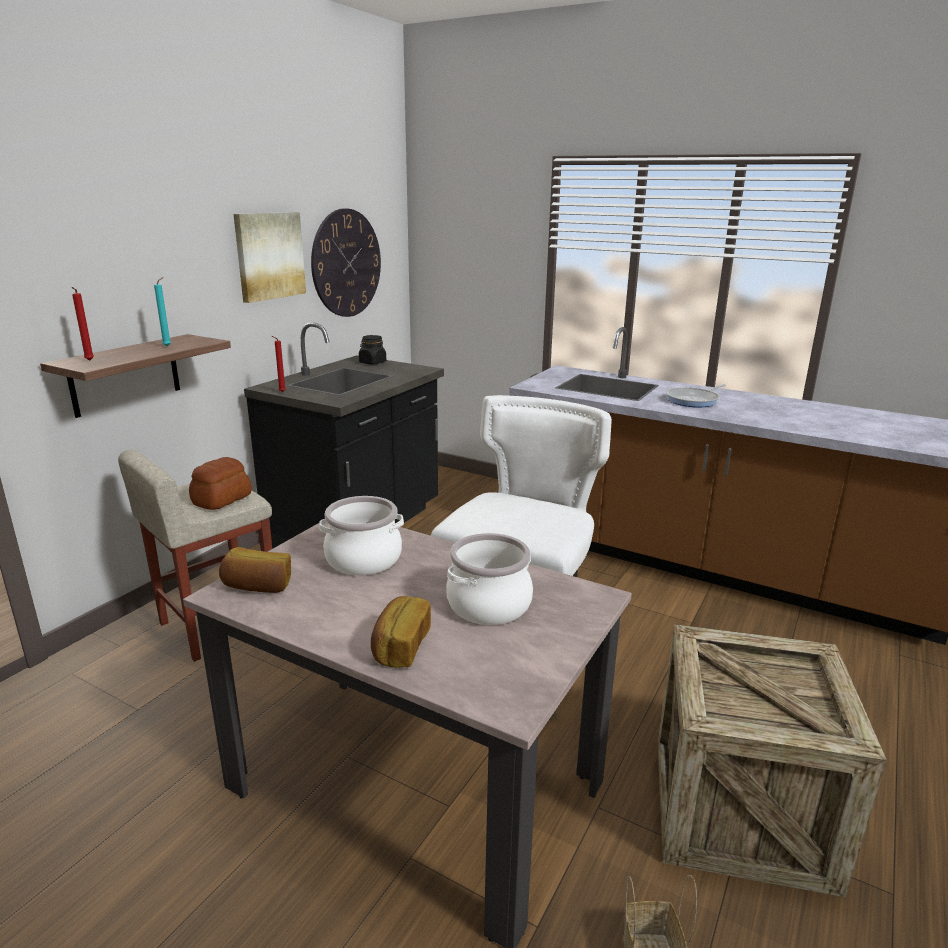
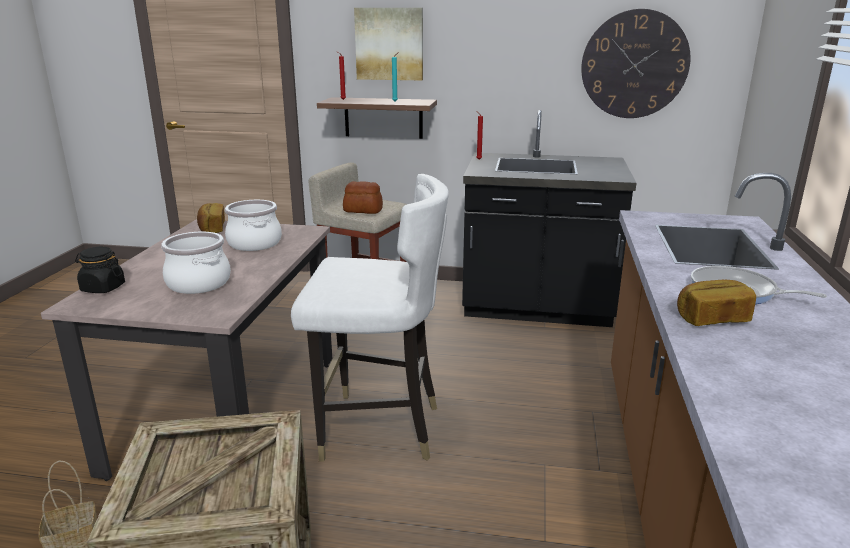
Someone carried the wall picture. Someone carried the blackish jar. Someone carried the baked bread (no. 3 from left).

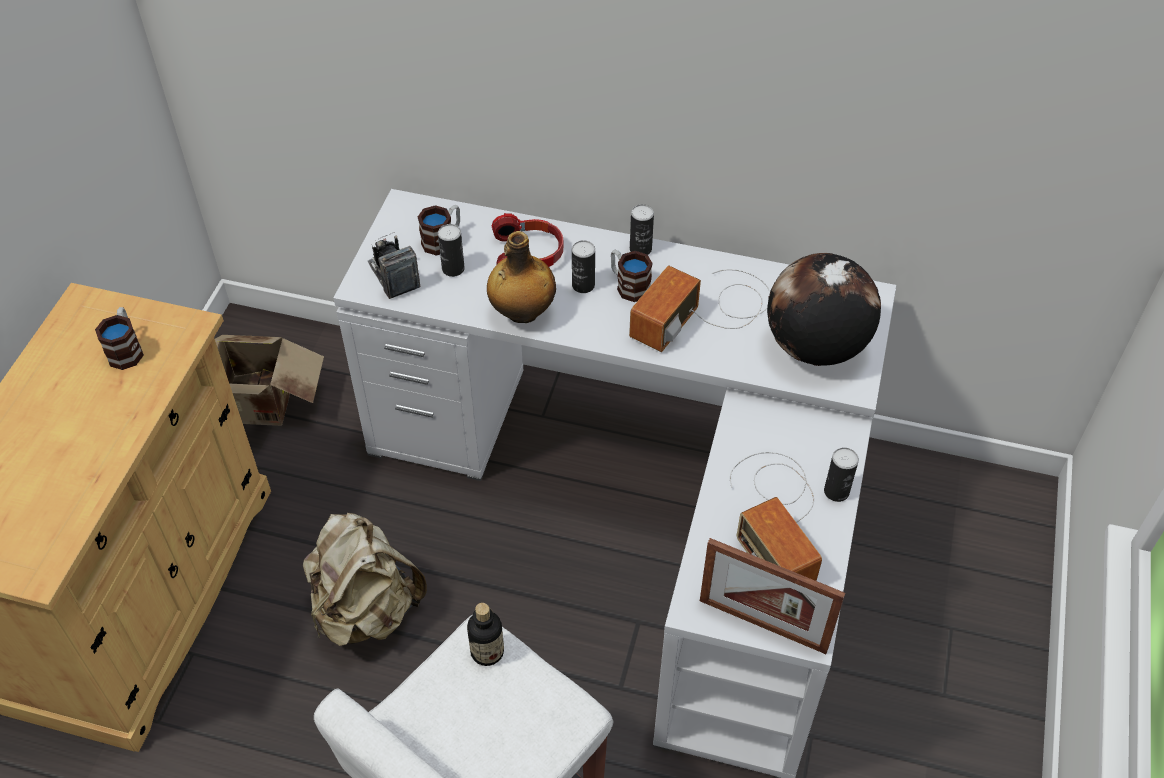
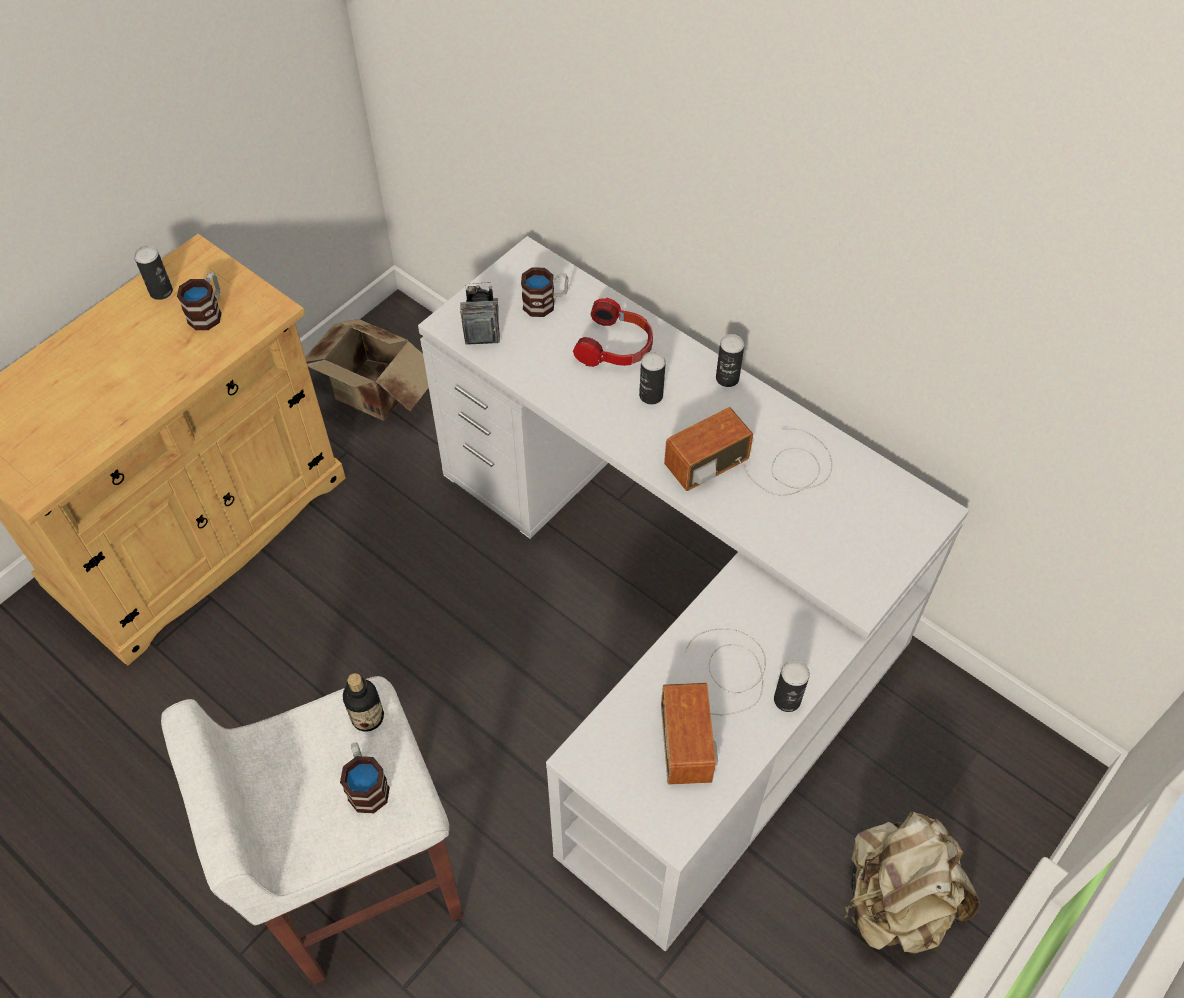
Someone carried the beige backpack. Someone carried the can (no. 1 from left). Someone took away the beverage bottle (no. 2 from left). Someone carried the tea mug (no. 3 from left in the first image). Someone took away the photo frame. Someone took away the globe.

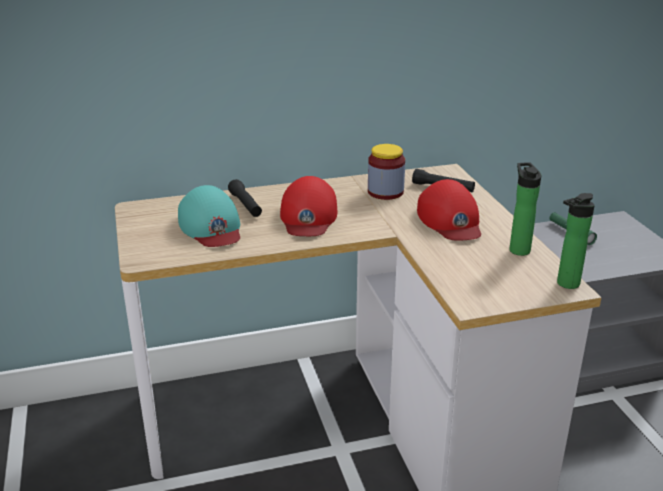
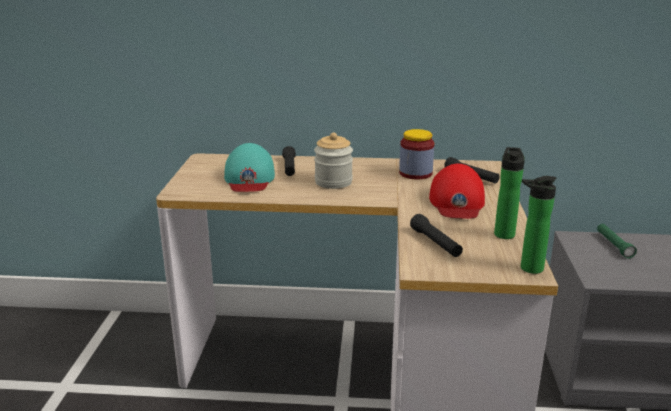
Someone swapped the red peaked cap (no. 1 from left) for the jar (no. 1 from left). Someone put down the blackish flashlight (no. 2 from left).

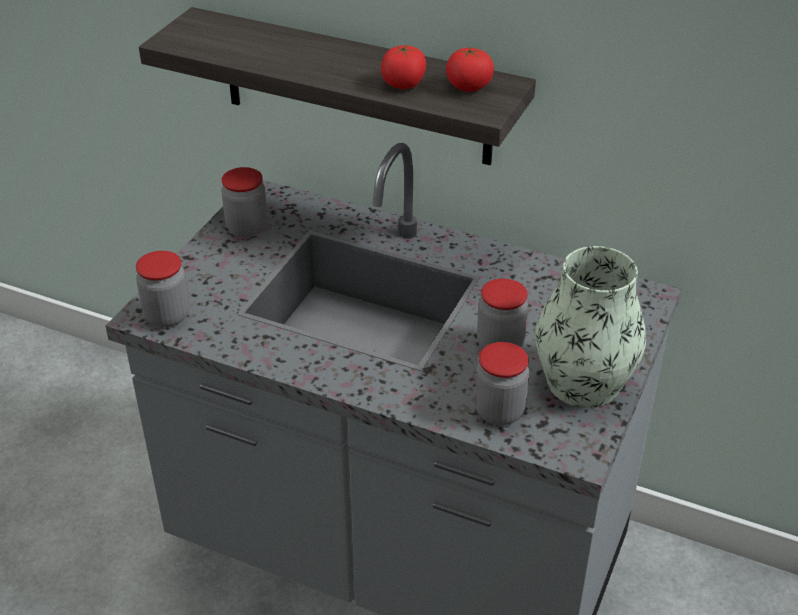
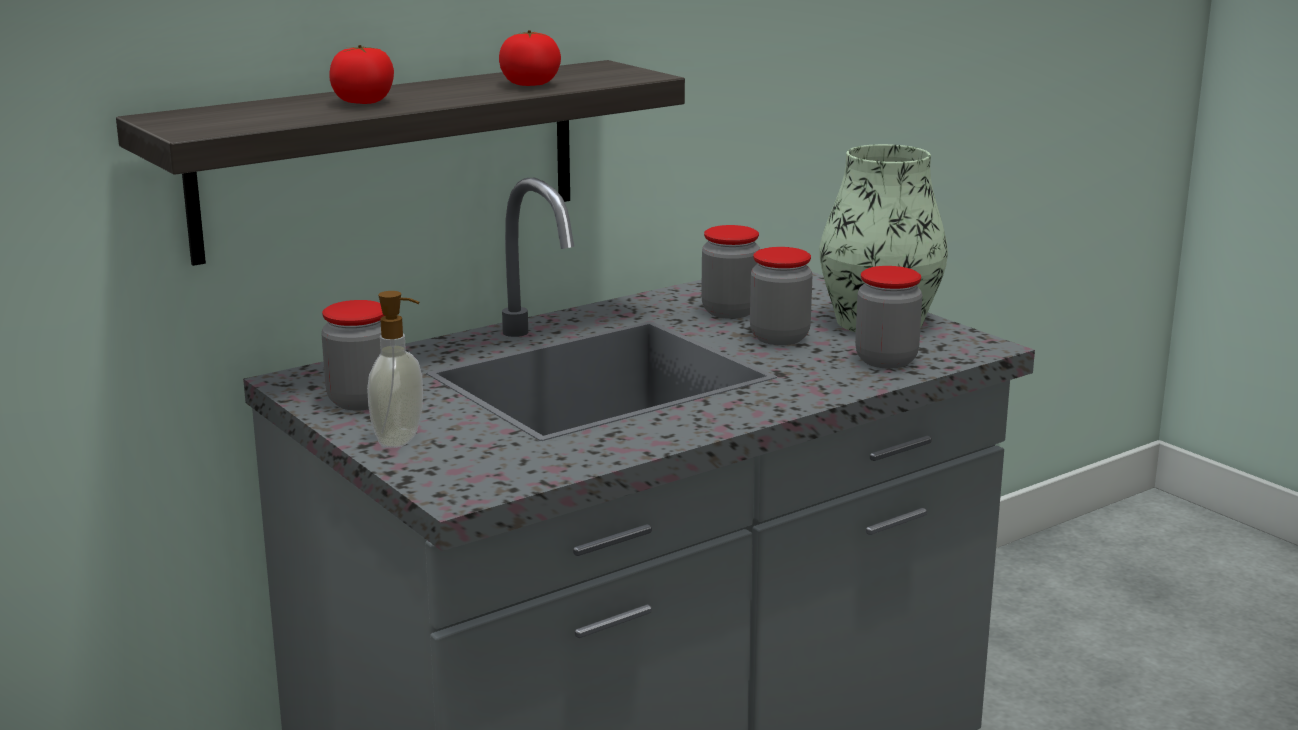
Someone carried the jar (no. 1 from left in the first image). Someone carried the tomato (no. 2 from left in the first image). Someone put down the soap bottle.

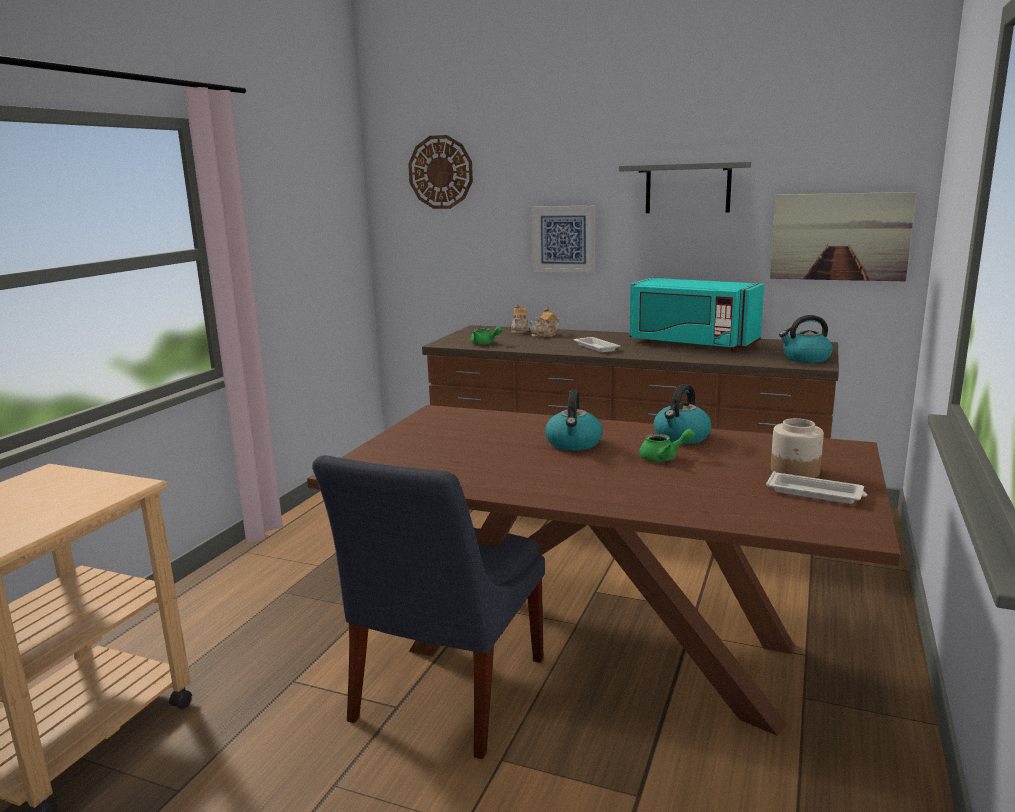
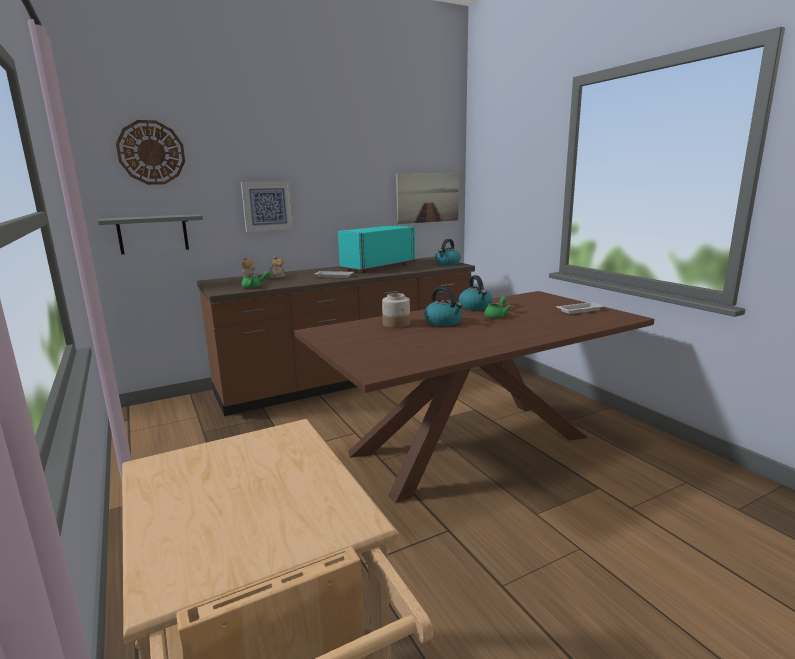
Someone took away the blue-coloured chair. Someone carried the greyish bracket shelf. Someone rotated the turquoise microwave by 150 degrees clockwise. Someone carried the jar.

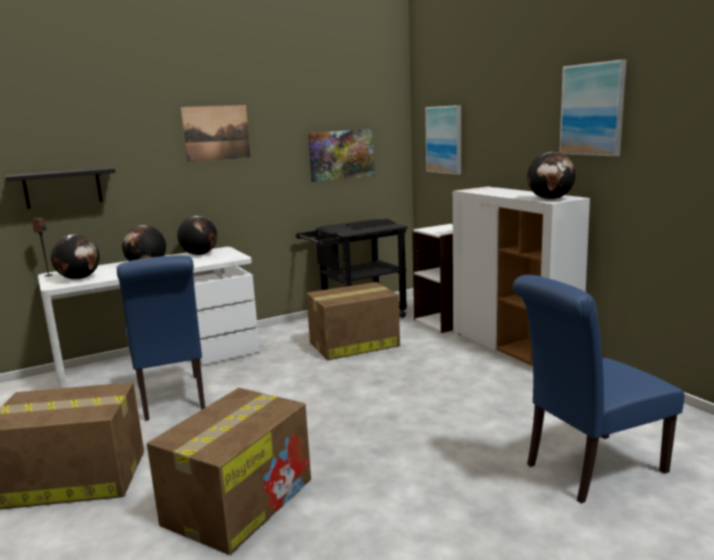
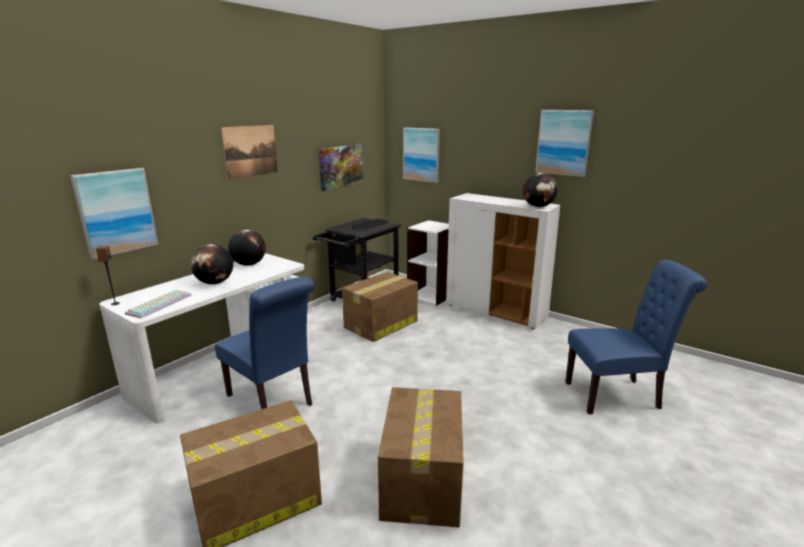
Someone swapped the blackish bracket shelf for the wall picture (no. 1 from left). Someone swapped the globe (no. 1 from left) for the keyboard (no. 1 from left). Someone rotated the blue-coloured chair (no. 2 from left) by 135 degrees counterclockwise.

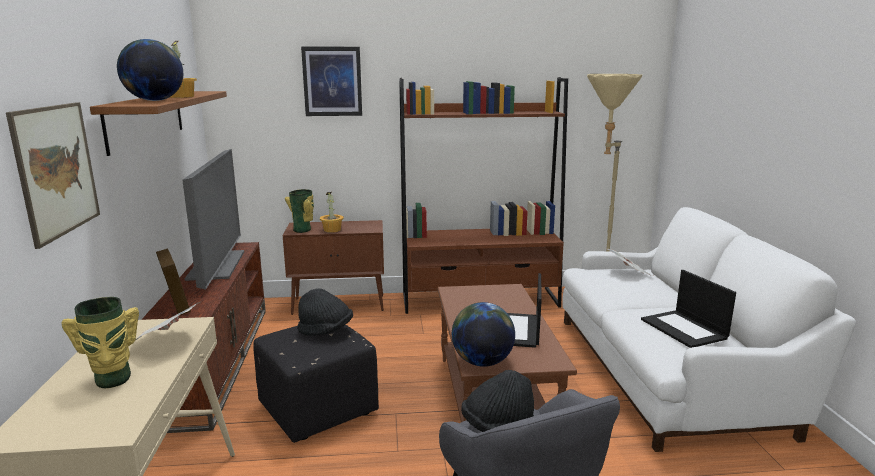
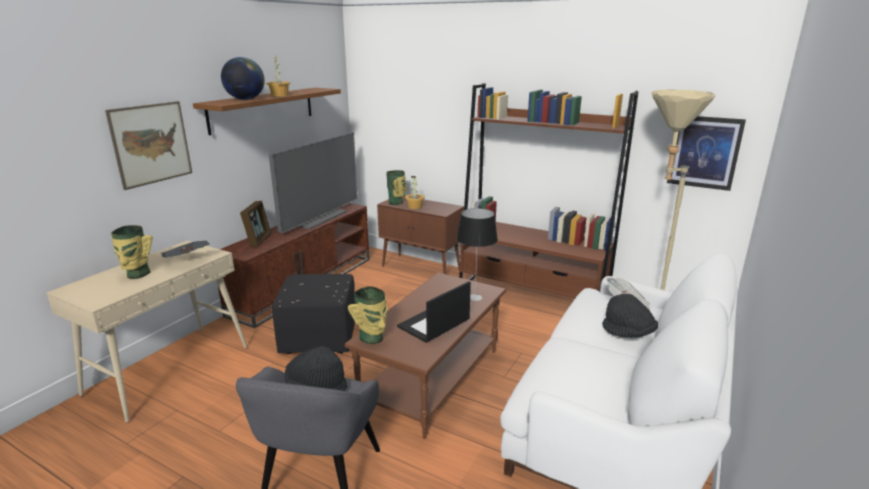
Someone carried the blackish clothing hat (no. 1 from left in the first image). Someone carried the wall picture (no. 2 from left). Someone swapped the globe (no. 2 from left) for the decorative vase (no. 2 from left). Someone took away the notebook computer (no. 2 from left). Someone put down the tabletop lamp.

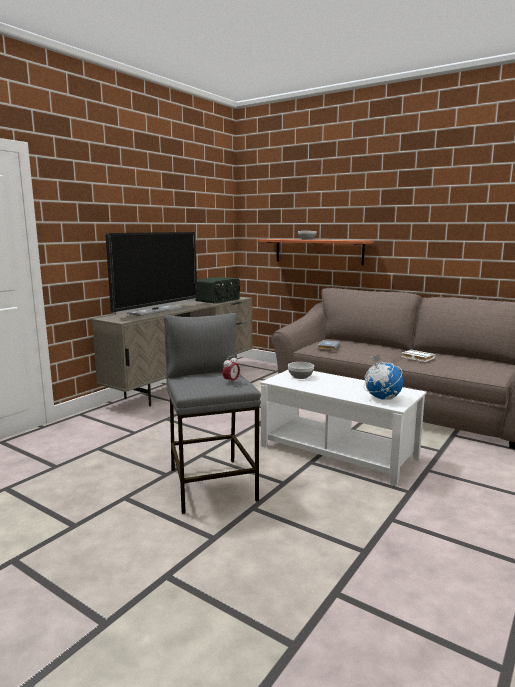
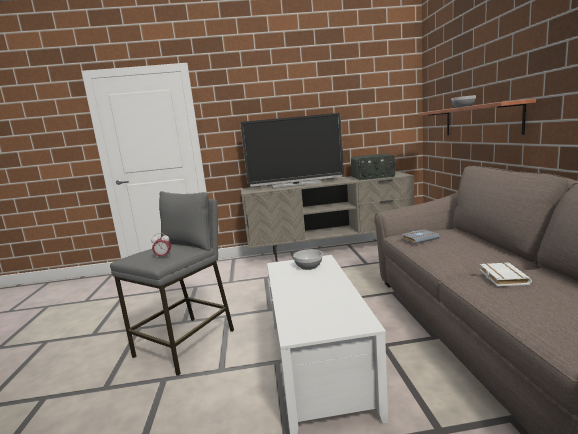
Someone took away the globe.

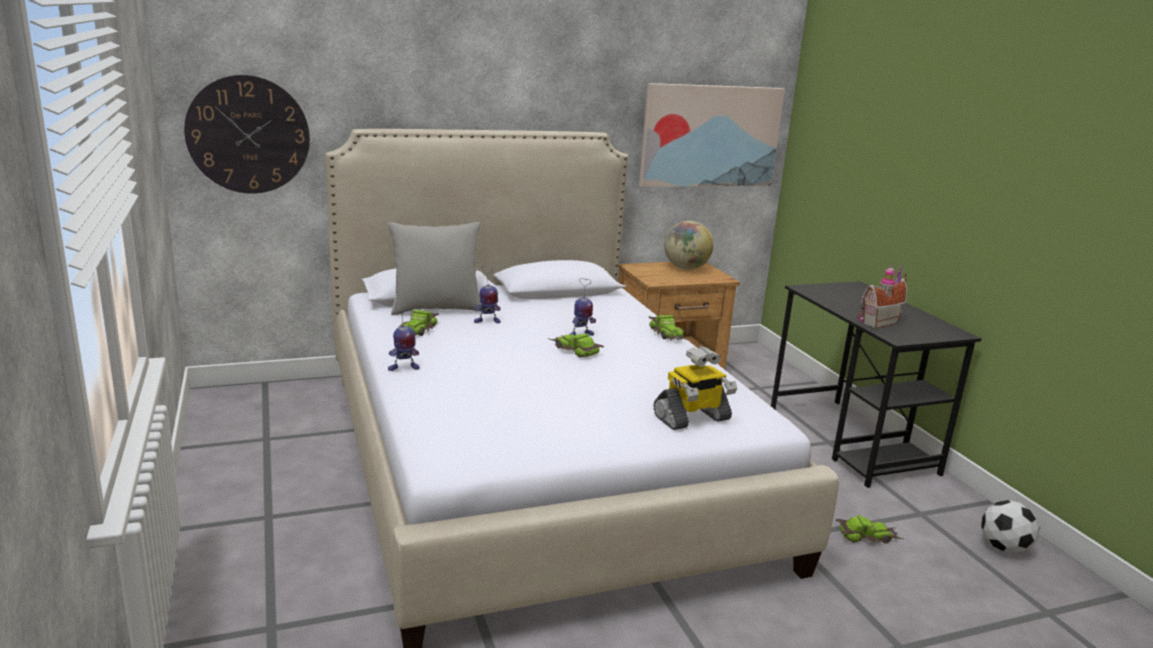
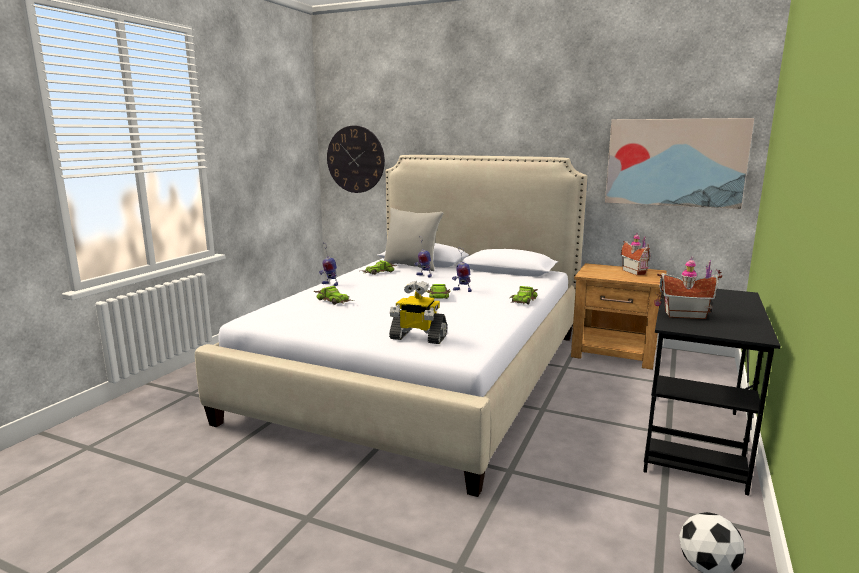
Someone swapped the globe for the miniature house (no. 1 from left). Someone carried the model car (no. 4 from left in the first image).

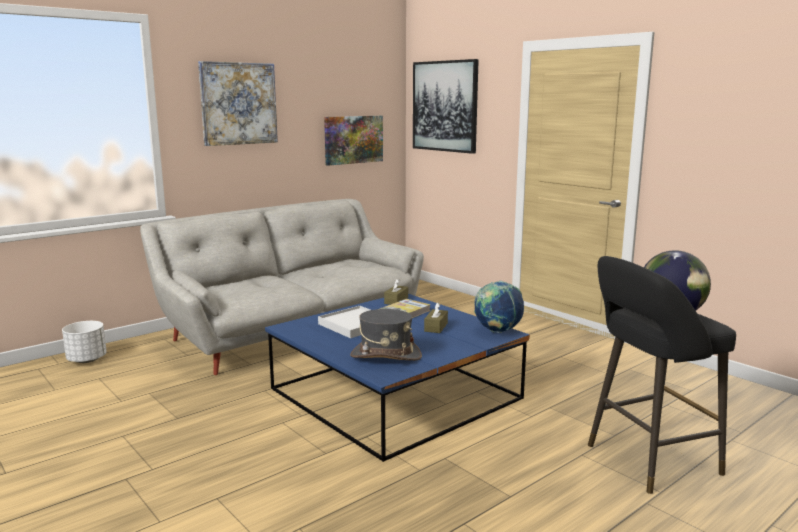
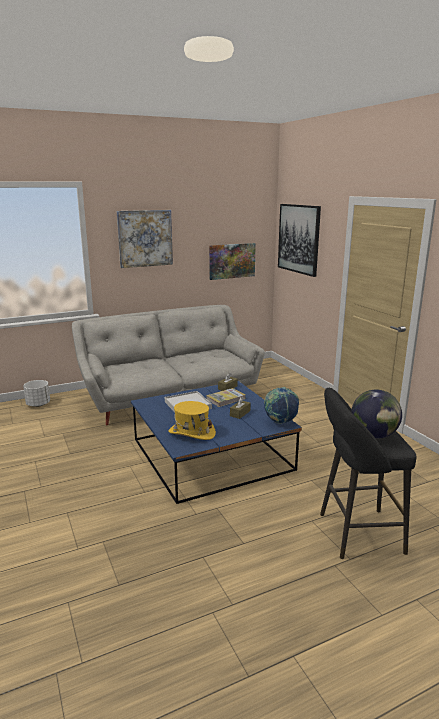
Someone repainted the greyish clothing hat, which became the yellowish clothing hat.

